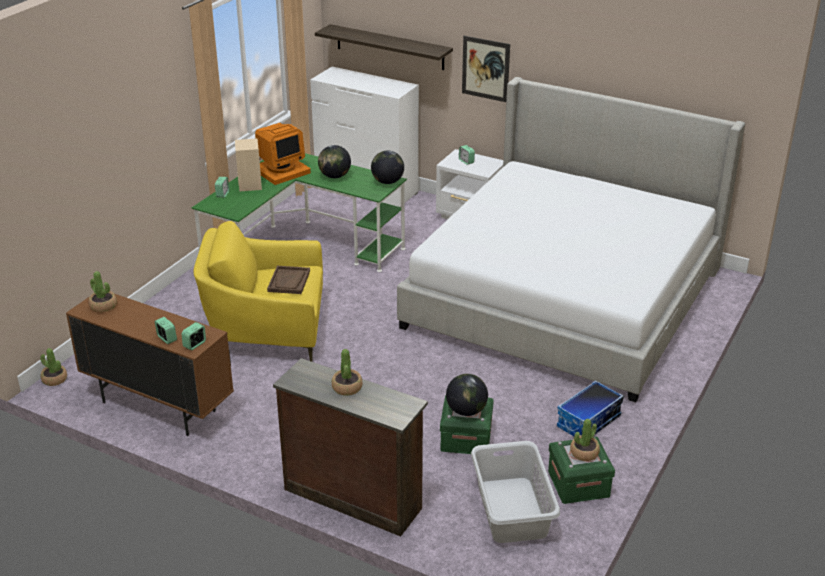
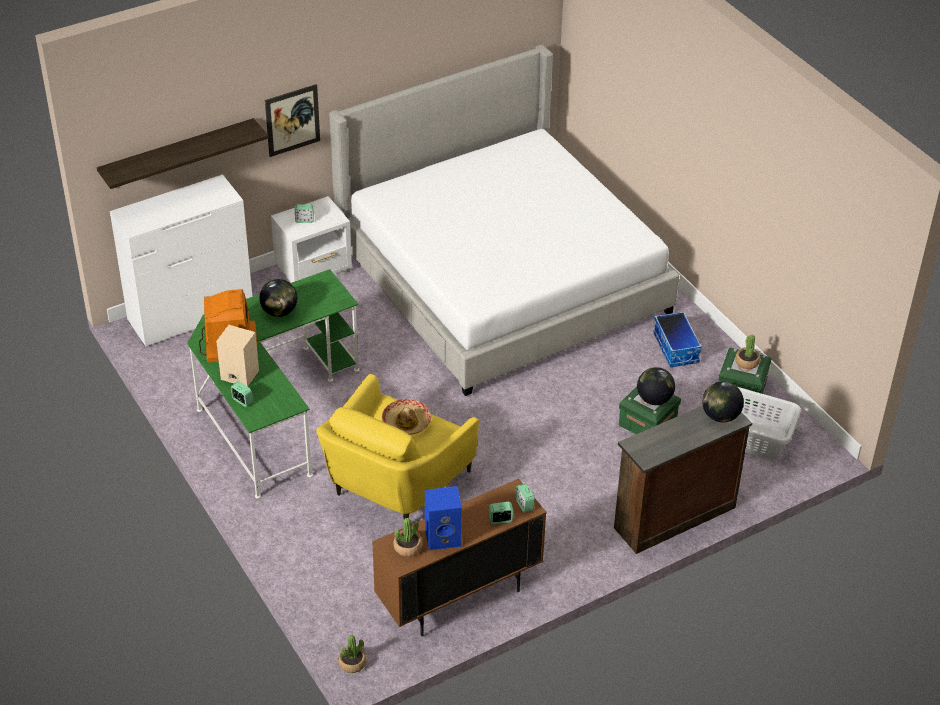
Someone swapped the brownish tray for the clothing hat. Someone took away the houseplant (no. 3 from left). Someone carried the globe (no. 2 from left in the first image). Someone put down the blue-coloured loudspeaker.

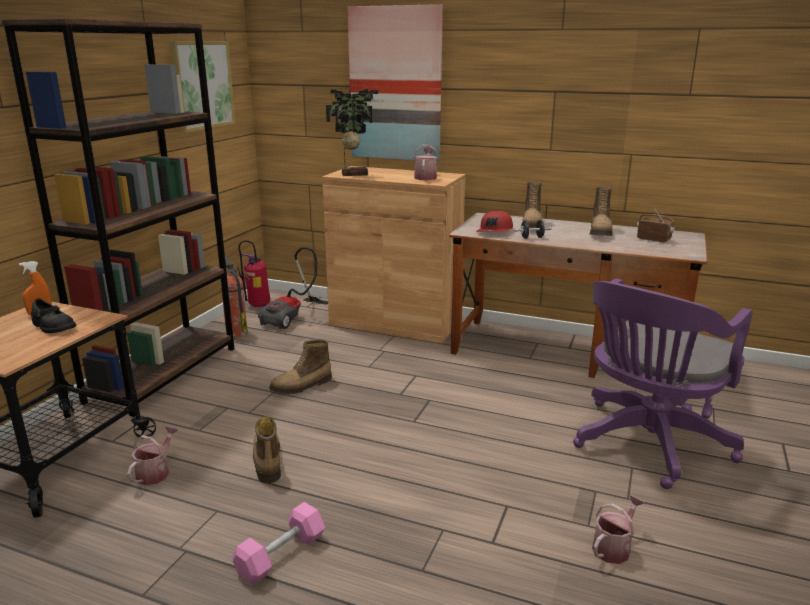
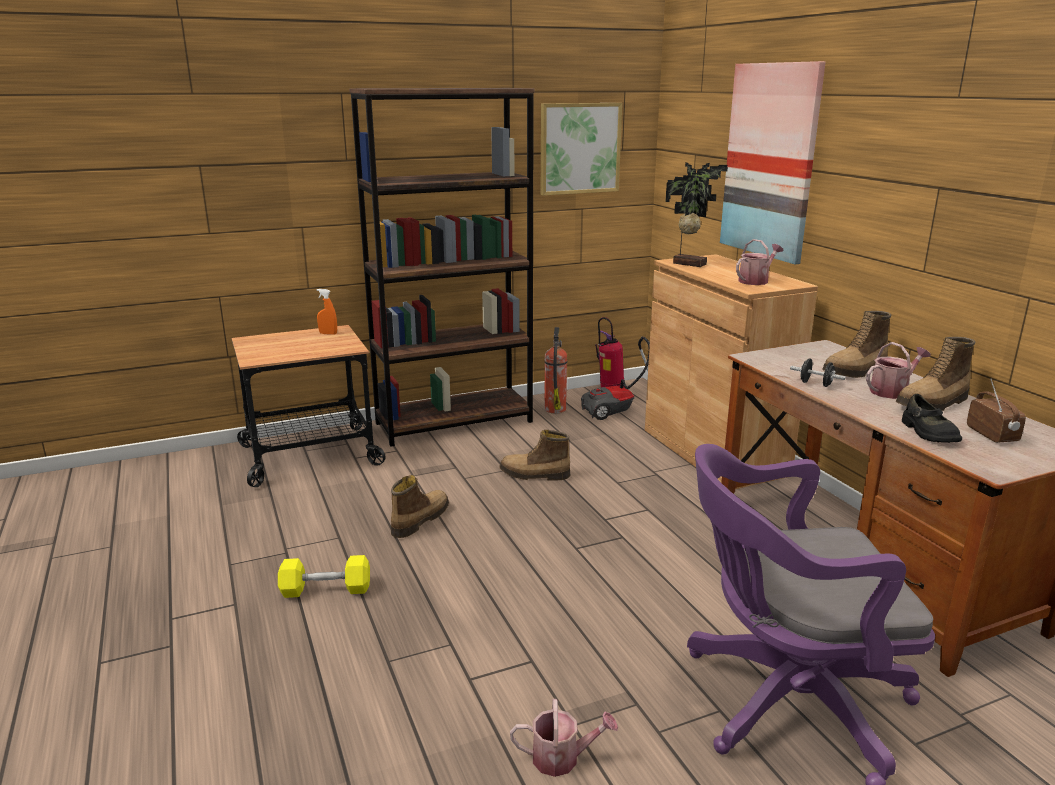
Someone carried the blackish shoe. Someone carried the watering pot (no. 1 from left in the first image). Someone repainted the pinkish dumbbell, which became the yellowish dumbbell. Someone took away the red peaked cap.

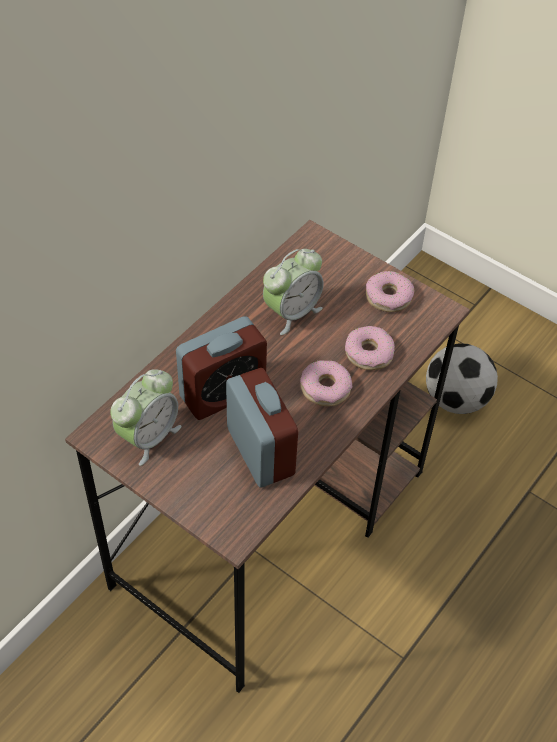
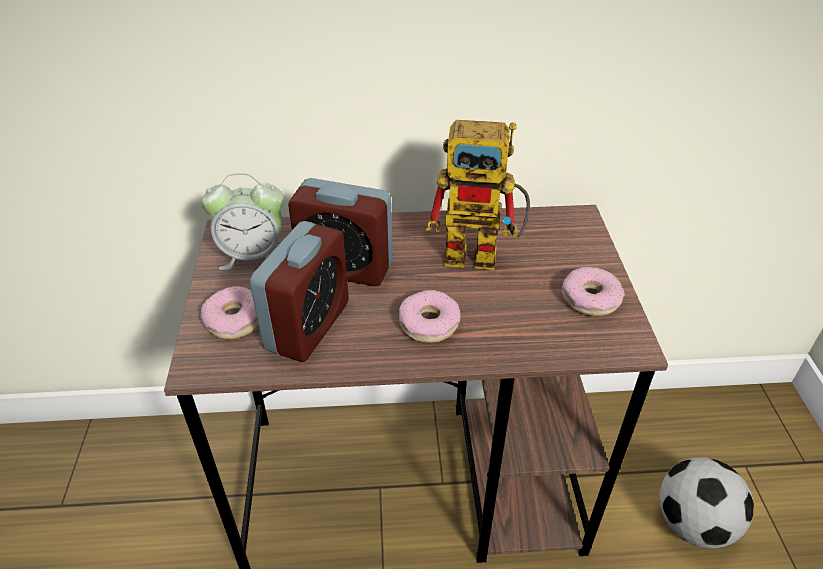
Someone swapped the alarm clock (no. 4 from left) for the robot figure. Someone carried the ring doughnut (no. 2 from left in the first image).

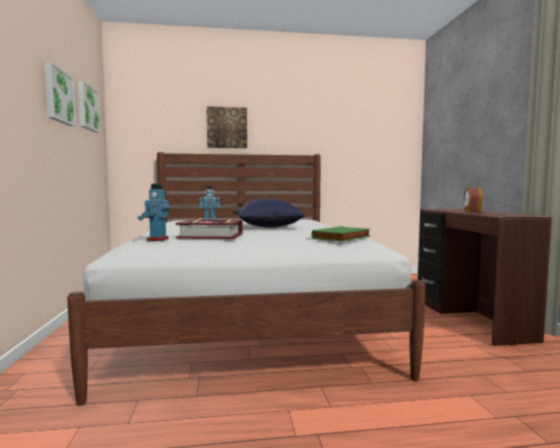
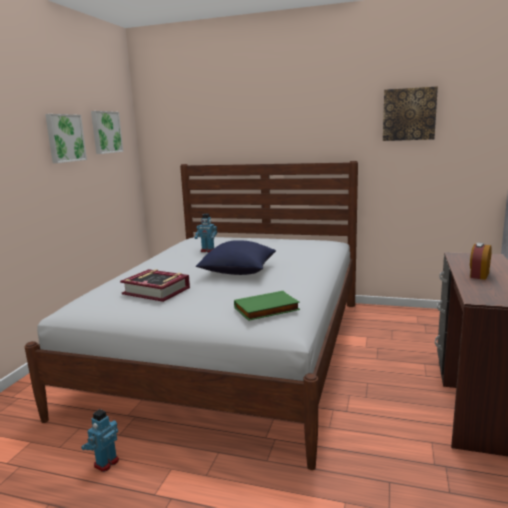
Someone carried the robot figure (no. 1 from left). Someone carried the wall picture (no. 3 from left).

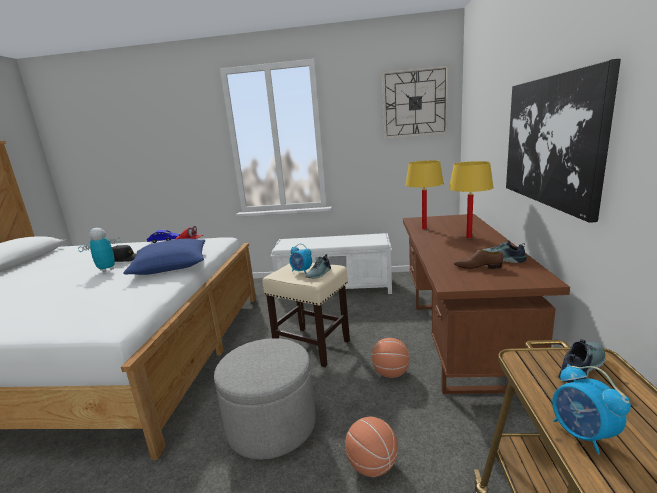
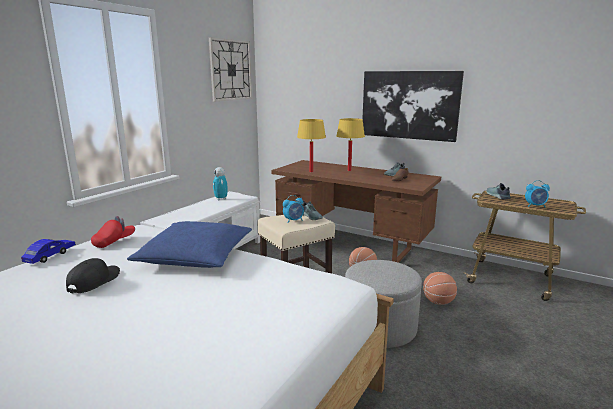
Someone carried the robot figure.

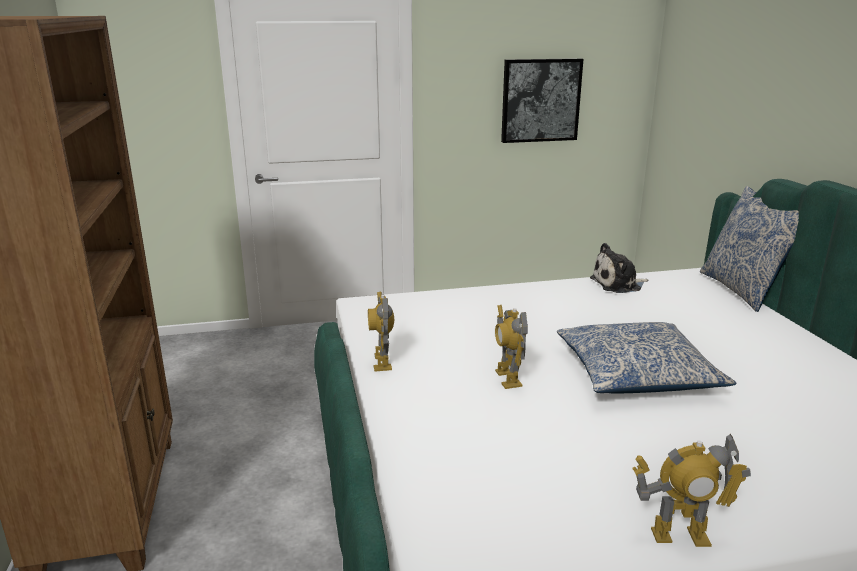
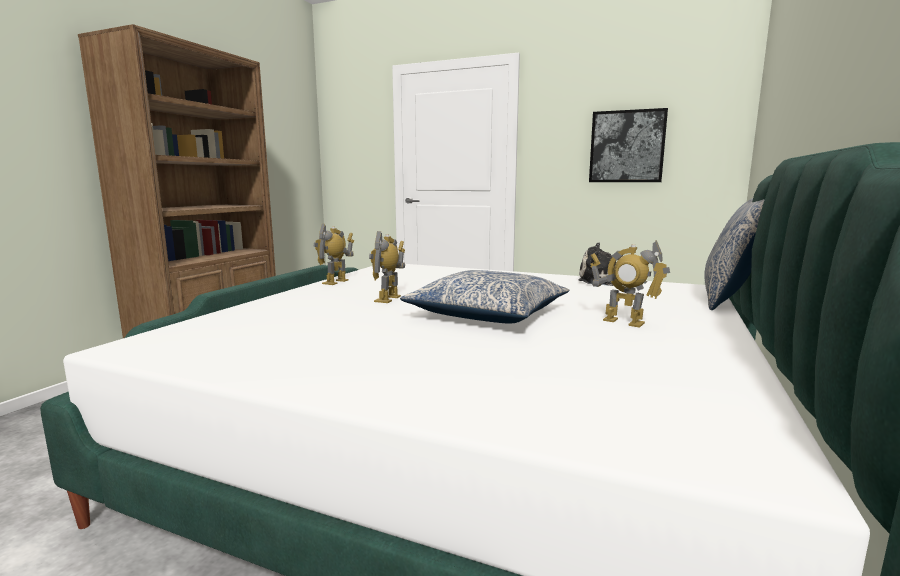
Someone carried the robot figure (no. 3 from left).

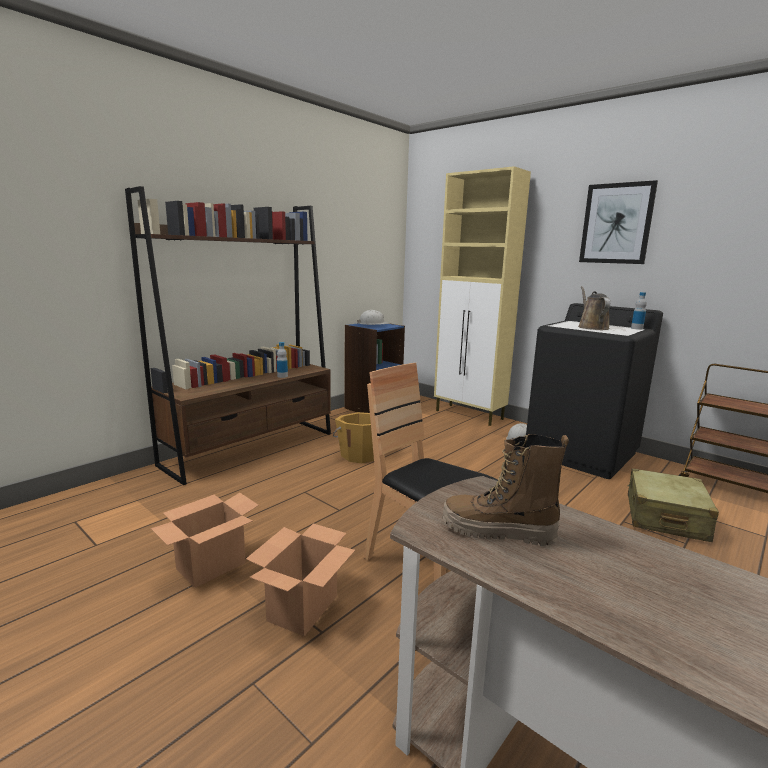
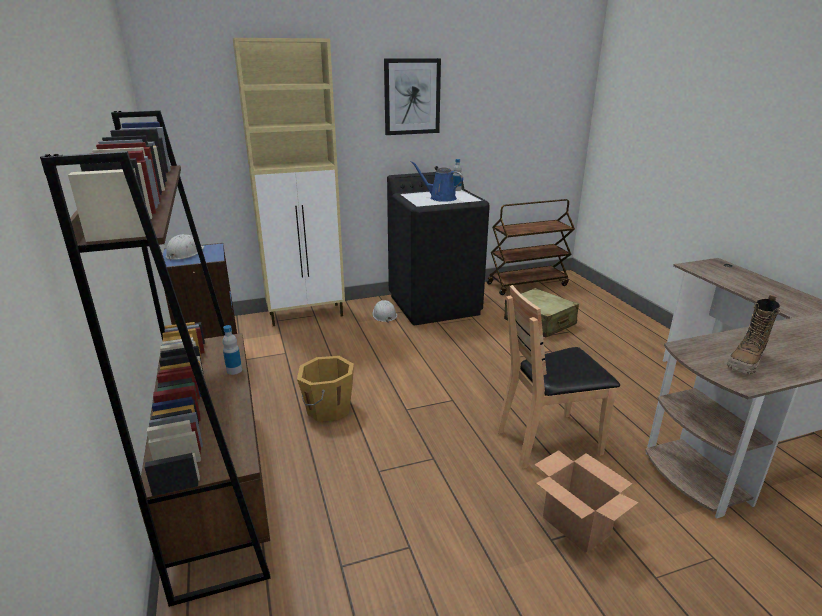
Someone took away the carton (no. 1 from left). Someone repainted the brownish watering pot, which became the blue-coloured watering pot.

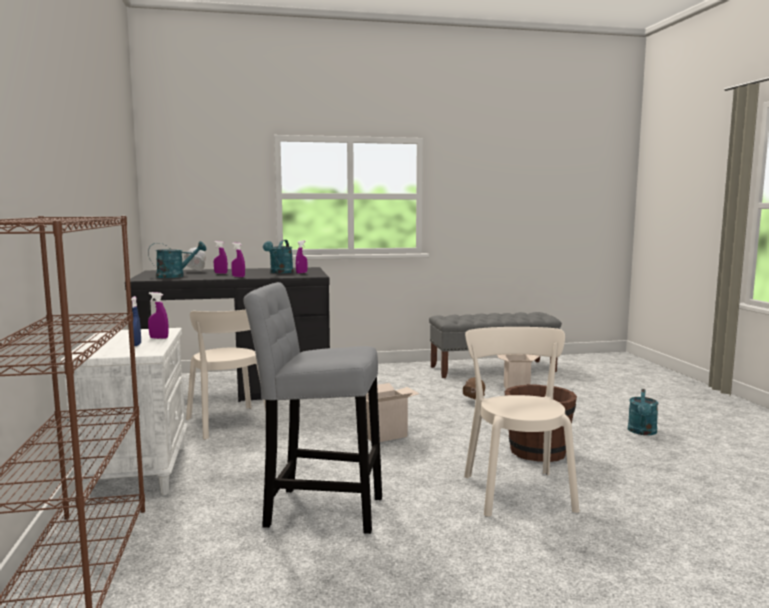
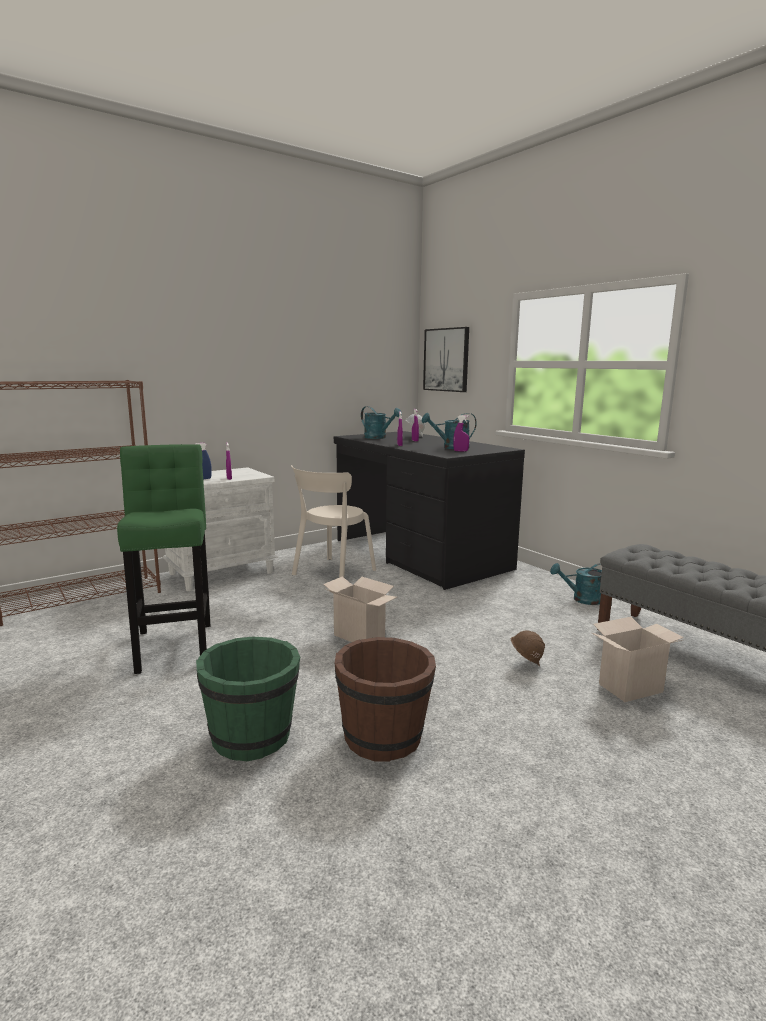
Someone repainted the greyish stool seat, which became the green-coloured stool seat. Someone swapped the beige chair (no. 2 from left) for the green-coloured pail. Someone carried the turquoise watering pot (no. 3 from left). Someone put up the wall picture.

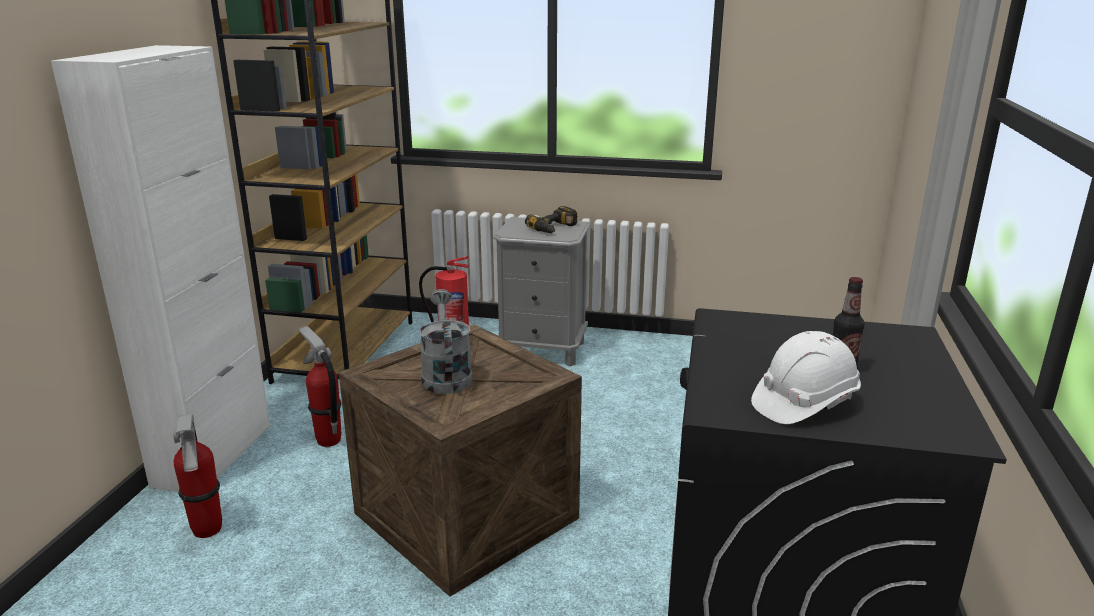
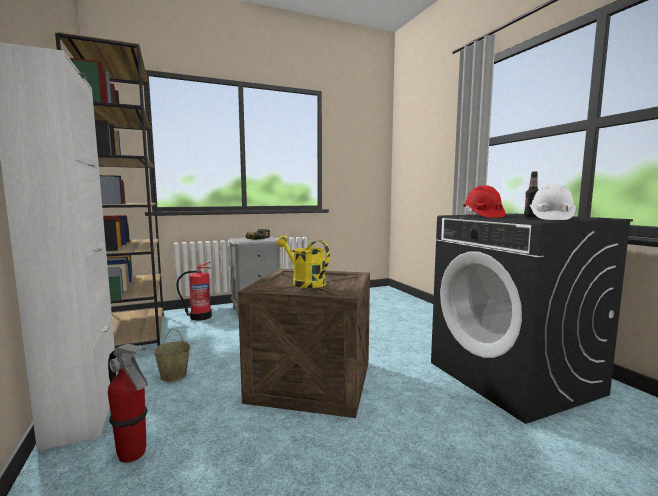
Someone swapped the extinguisher (no. 2 from left) for the beige pail. Someone repainted the greyish watering pot, which became the yellowish watering pot. Someone put down the red safety helmet.

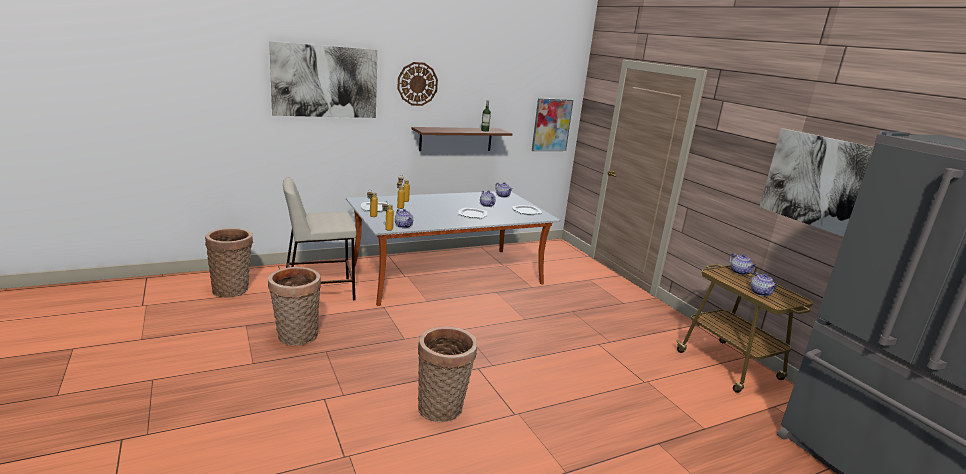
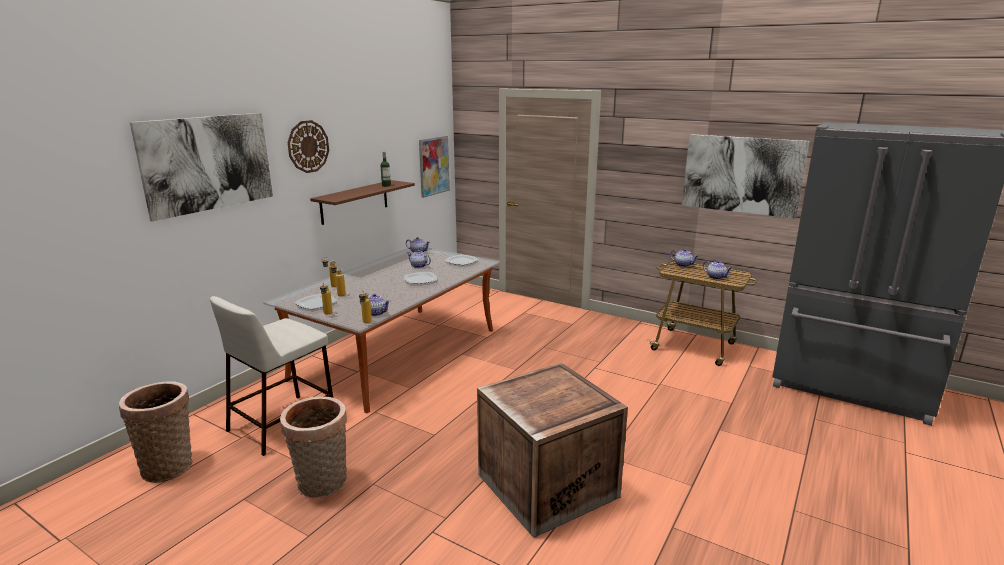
Someone swapped the storage basket (no. 3 from left) for the packing crate.

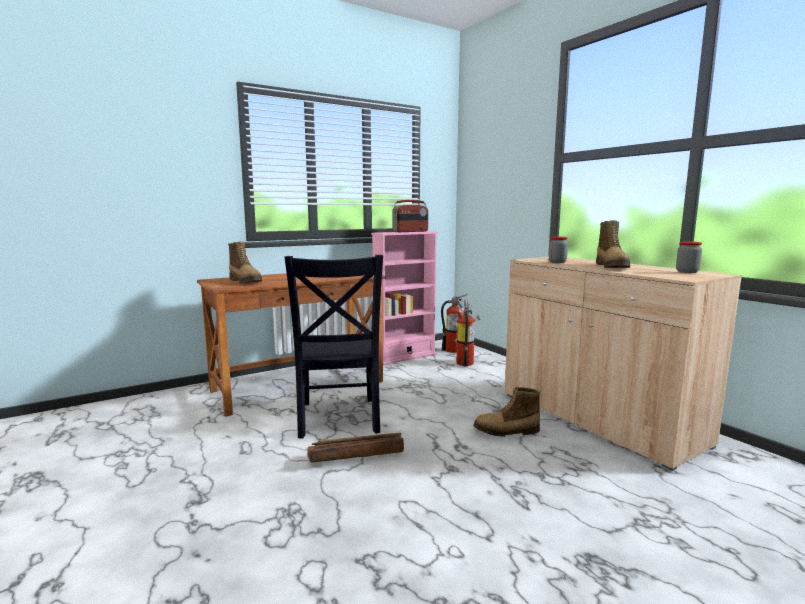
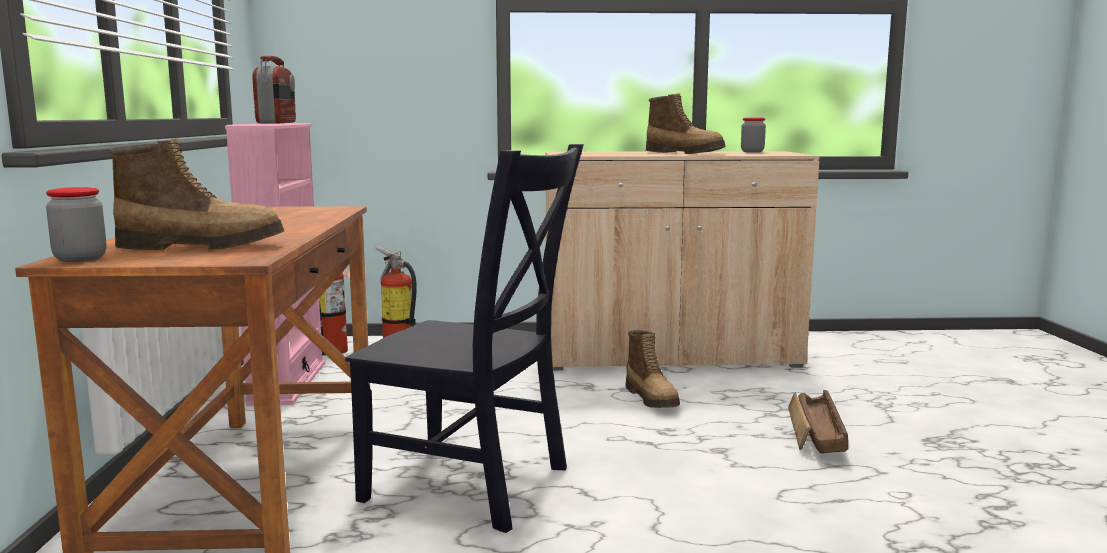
Someone carried the packing crate. Someone rotated the high-top boot (no. 2 from left) by 45 degrees counterclockwise. Someone carried the jar (no. 1 from left).

